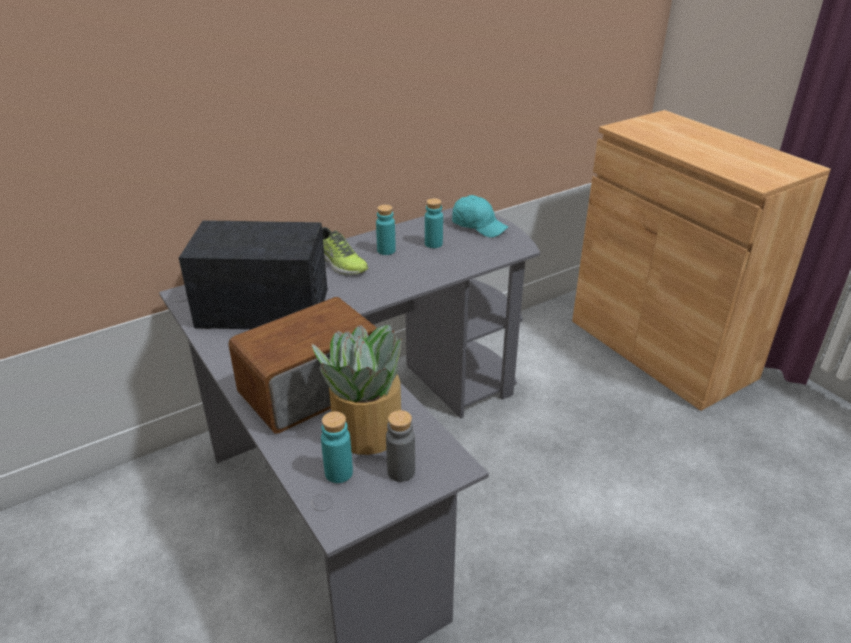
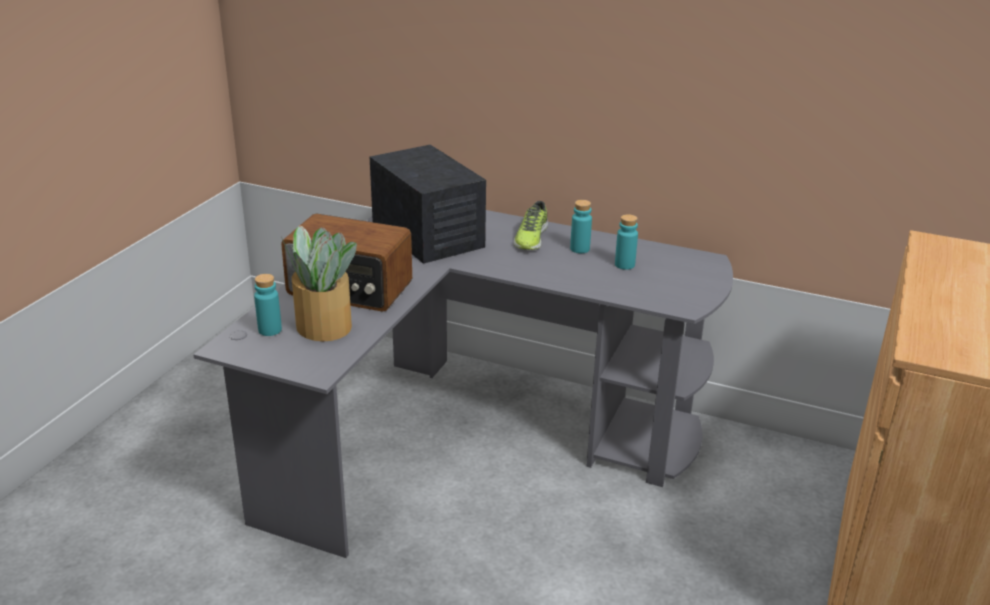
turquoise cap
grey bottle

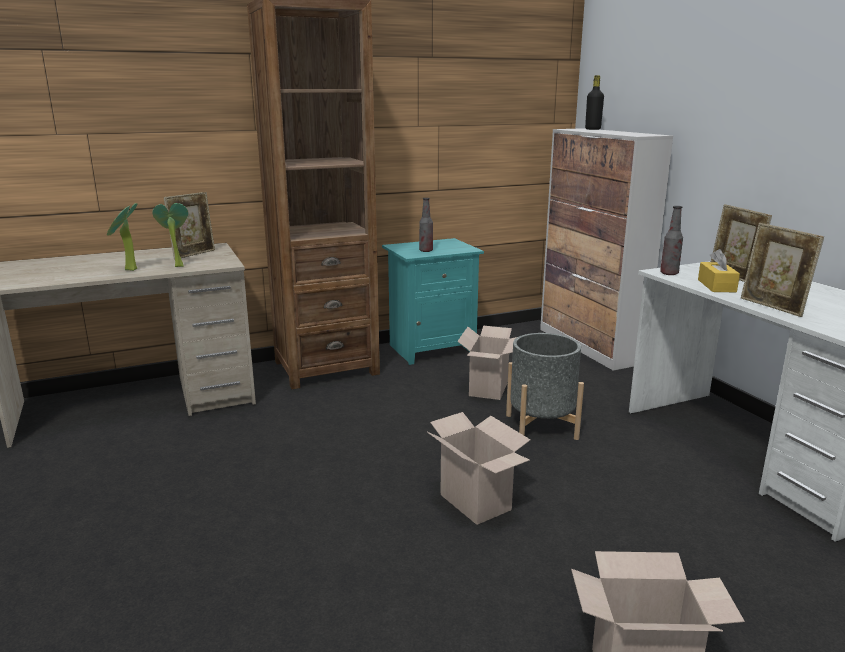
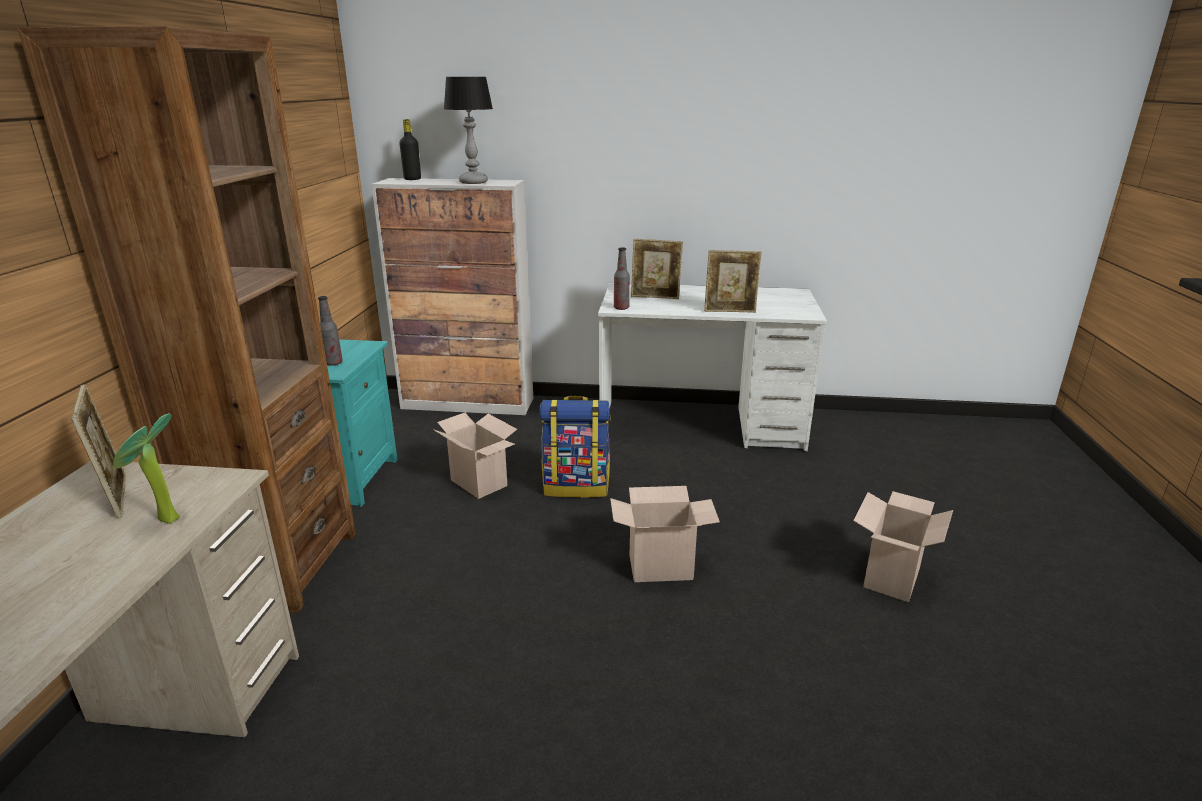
potted plant (1st from left in the first image)
yellow tissue box
backpack
table lamp

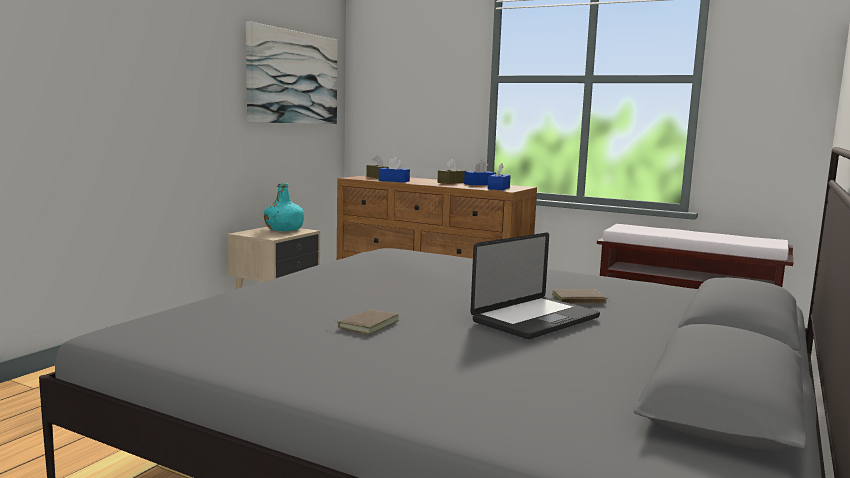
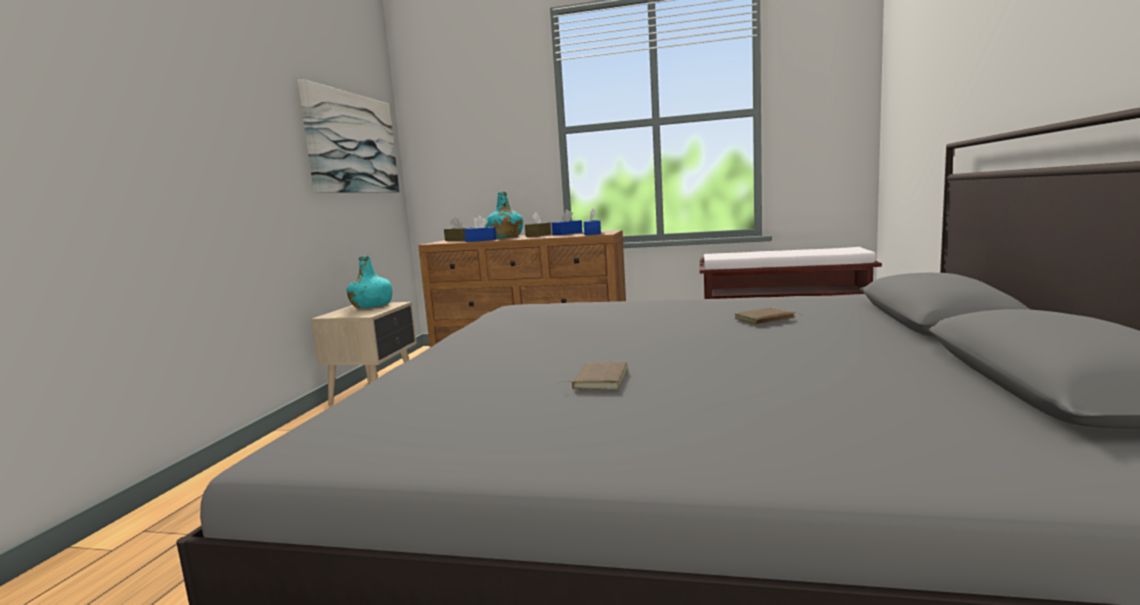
laptop
turquoise bottle (2nd from left)

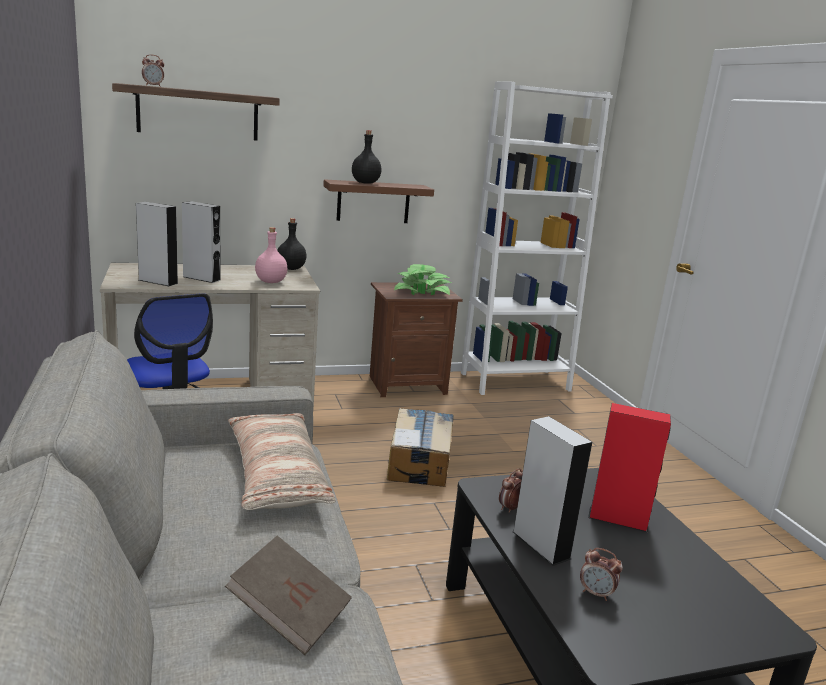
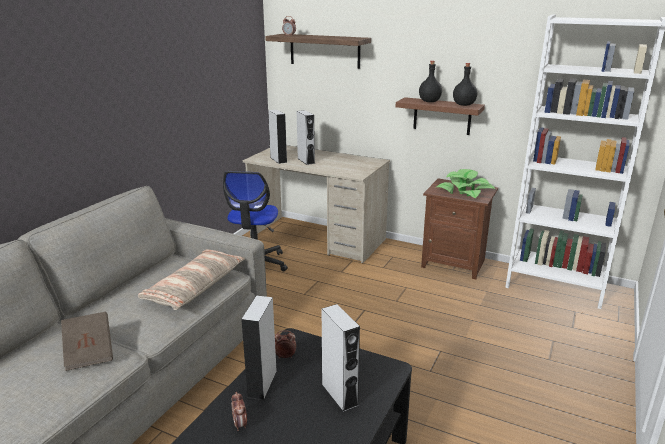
black bottle (2nd from left)
pink bottle
grey speaker (4th from left)
cardboard box

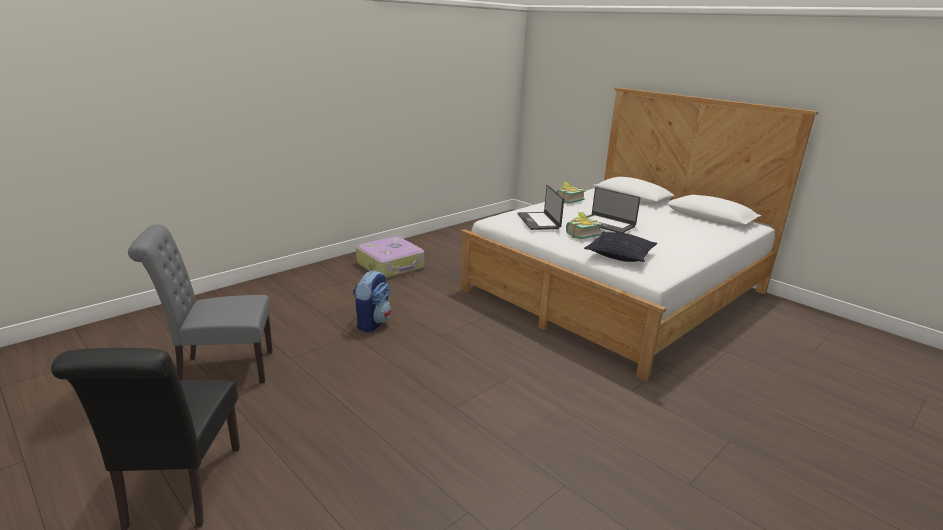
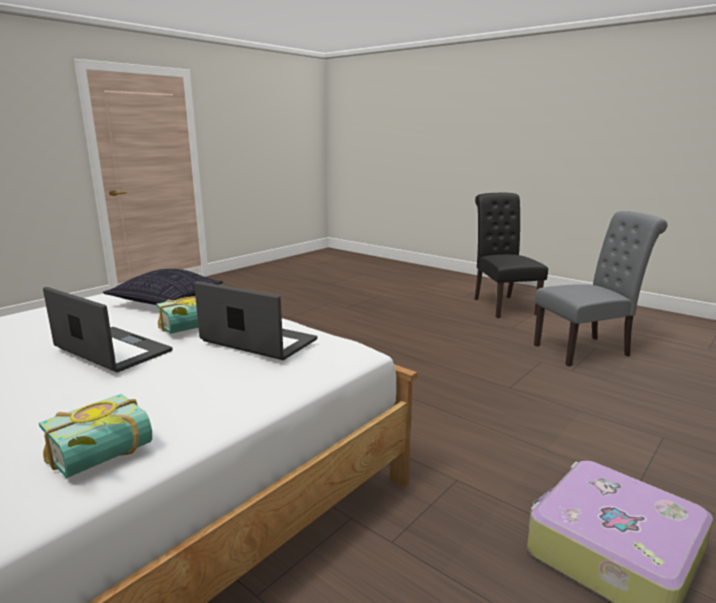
laptop (2nd from left)
backpack

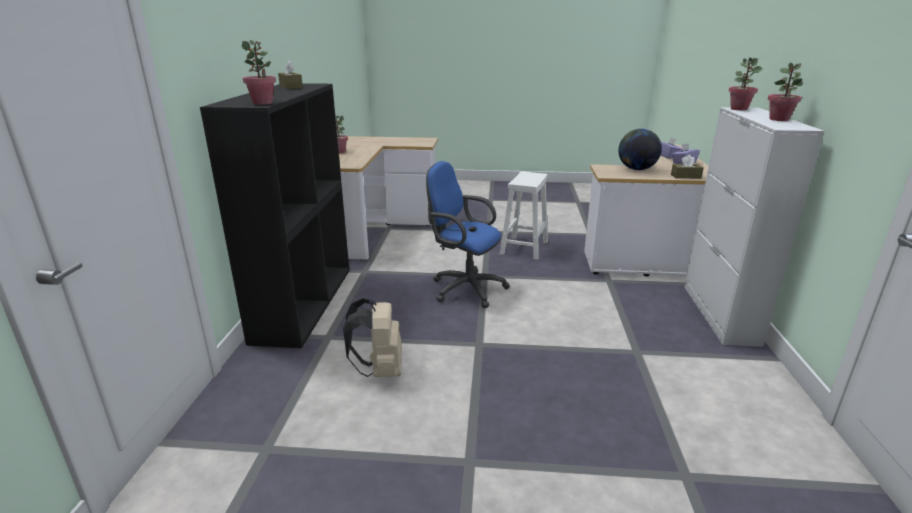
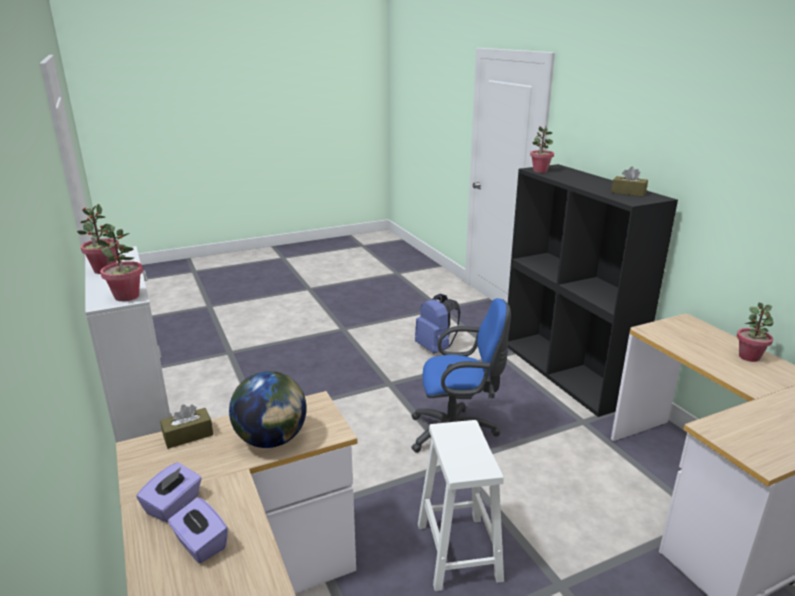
blue backpack

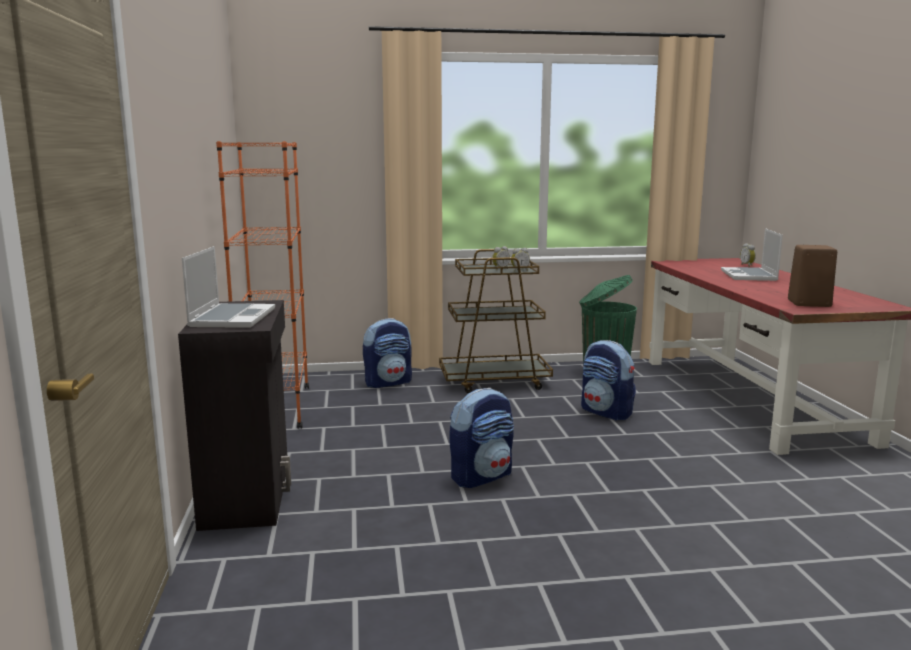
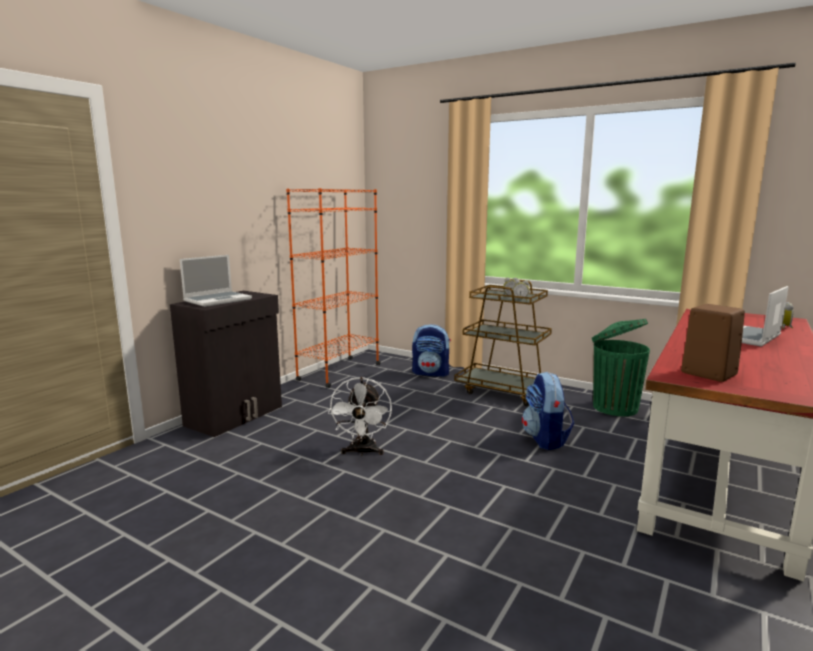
white fan

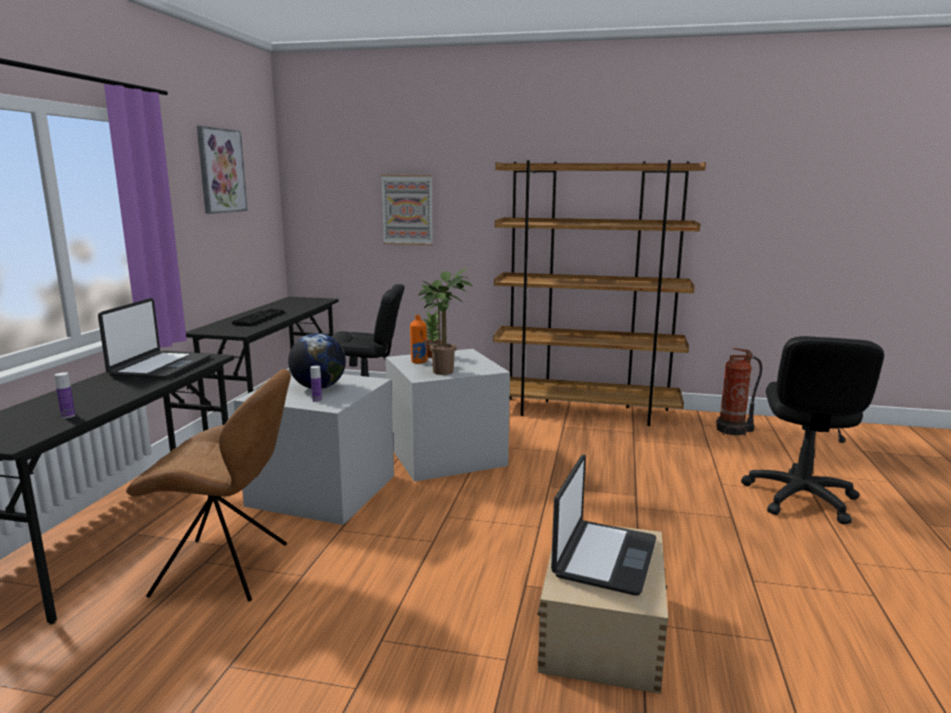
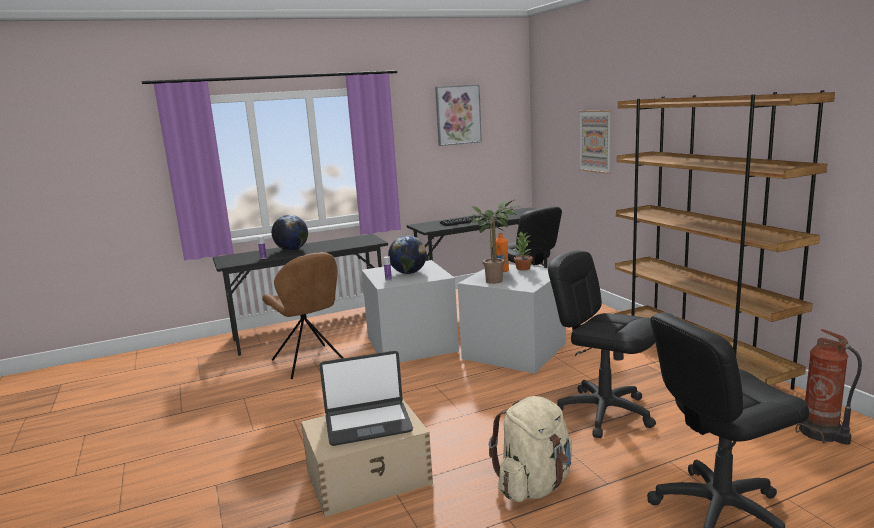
laptop (1st from left in the first image)
globe (1st from left)
black office chair (2nd from left)
beige backpack

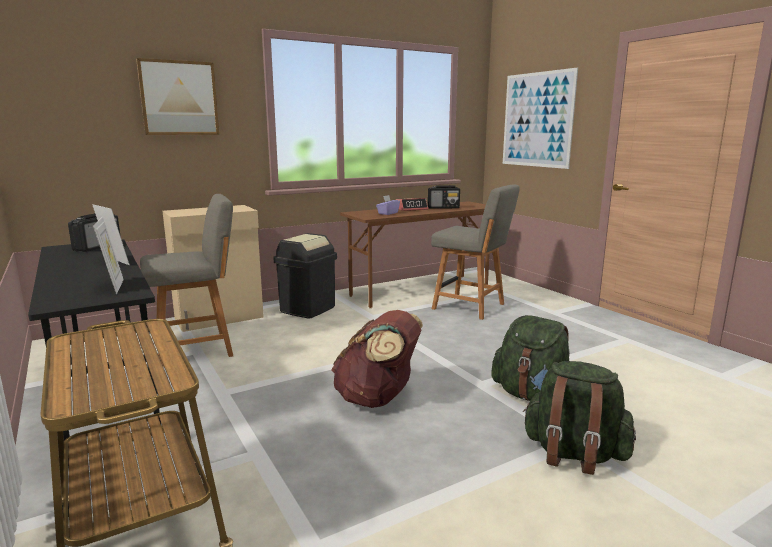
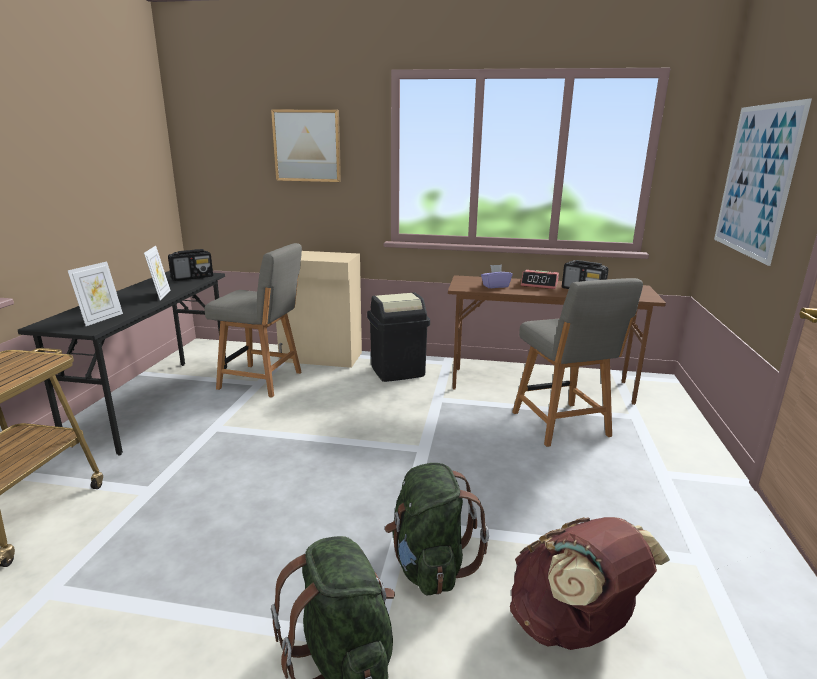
brown backpack

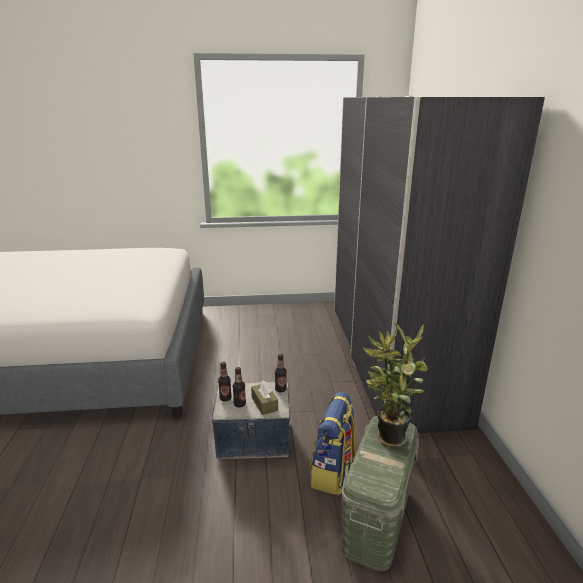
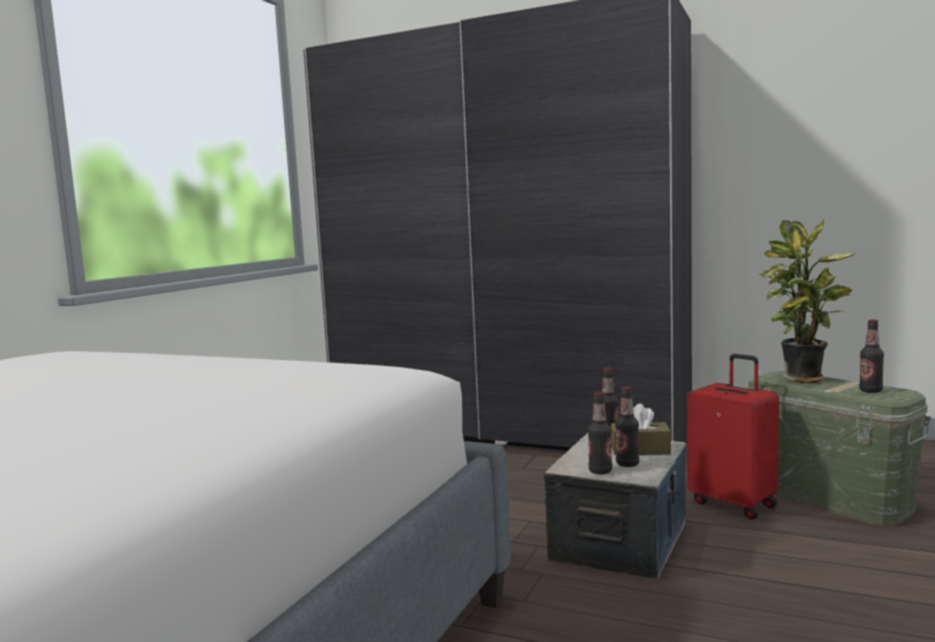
red suitcase
bottle (4th from left)

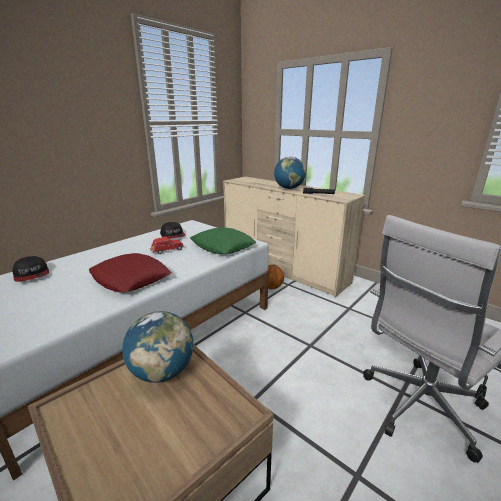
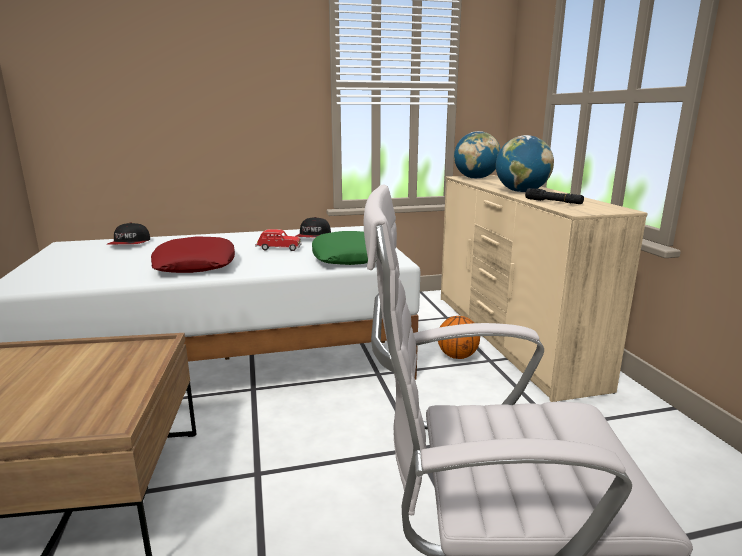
globe (1st from left)

